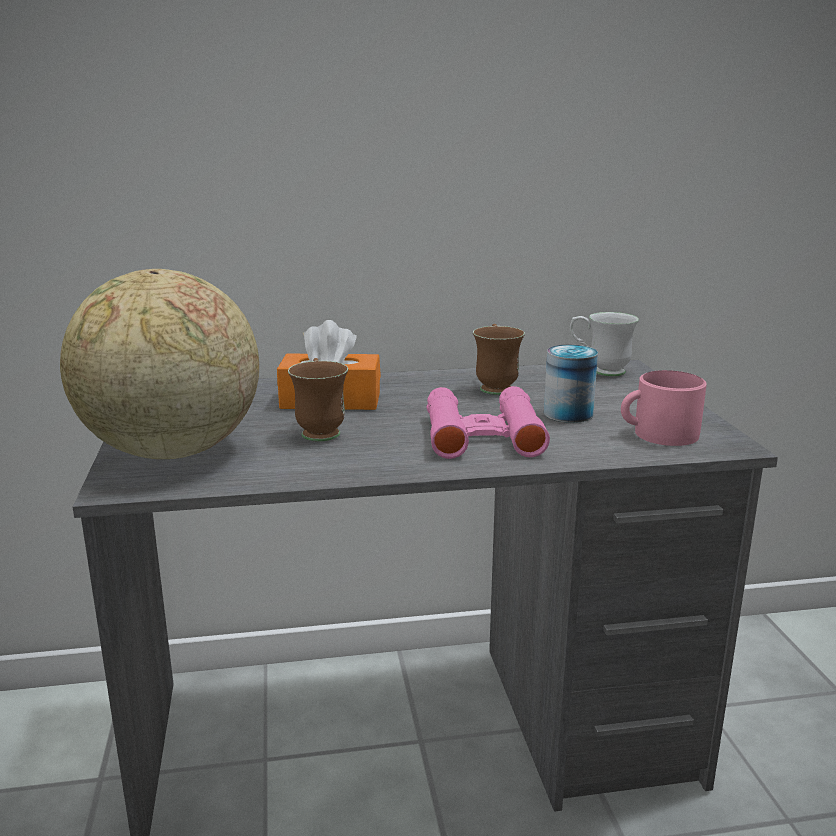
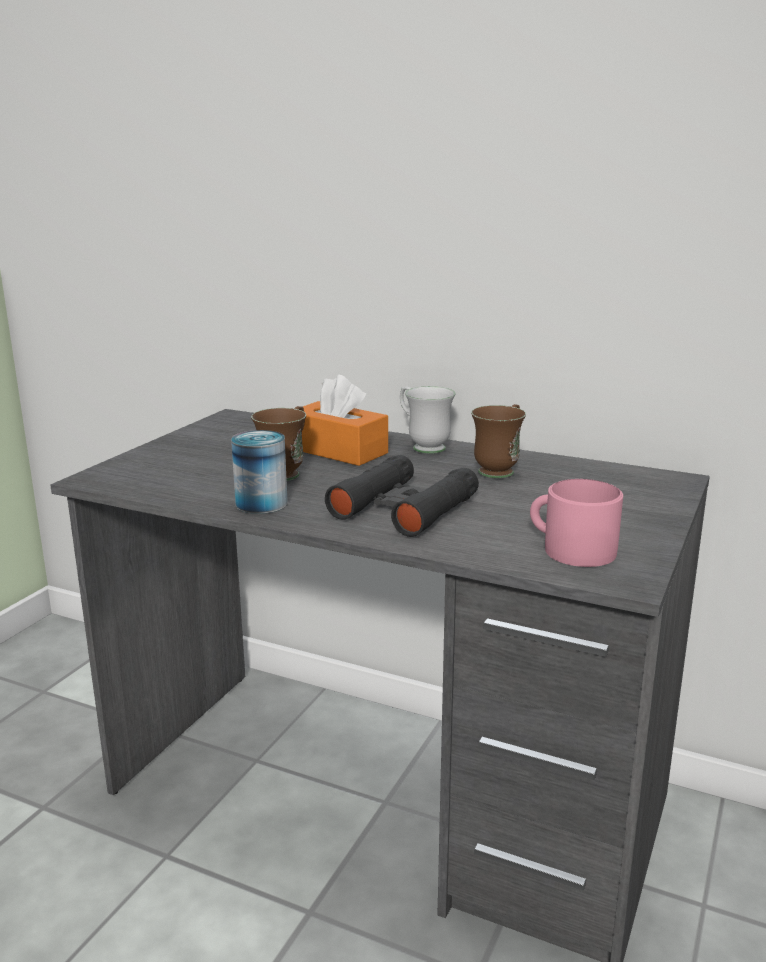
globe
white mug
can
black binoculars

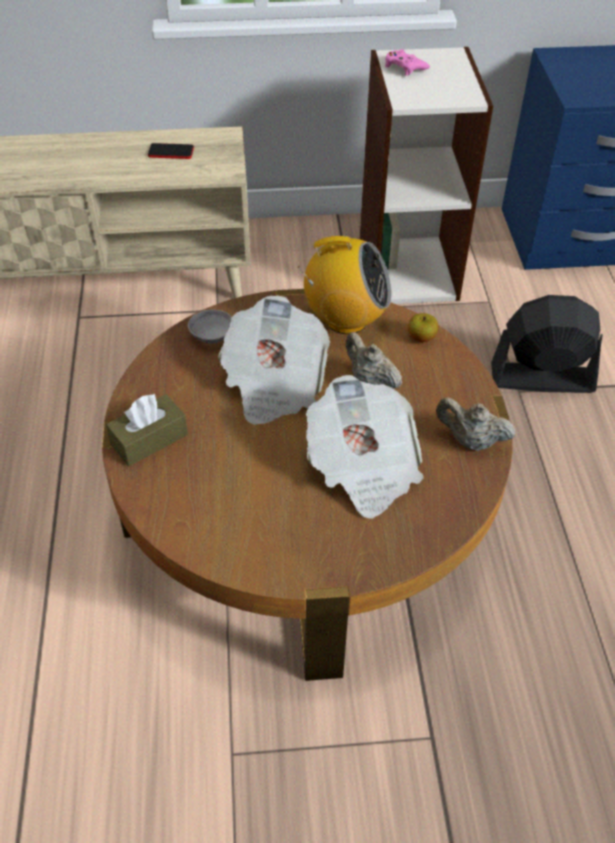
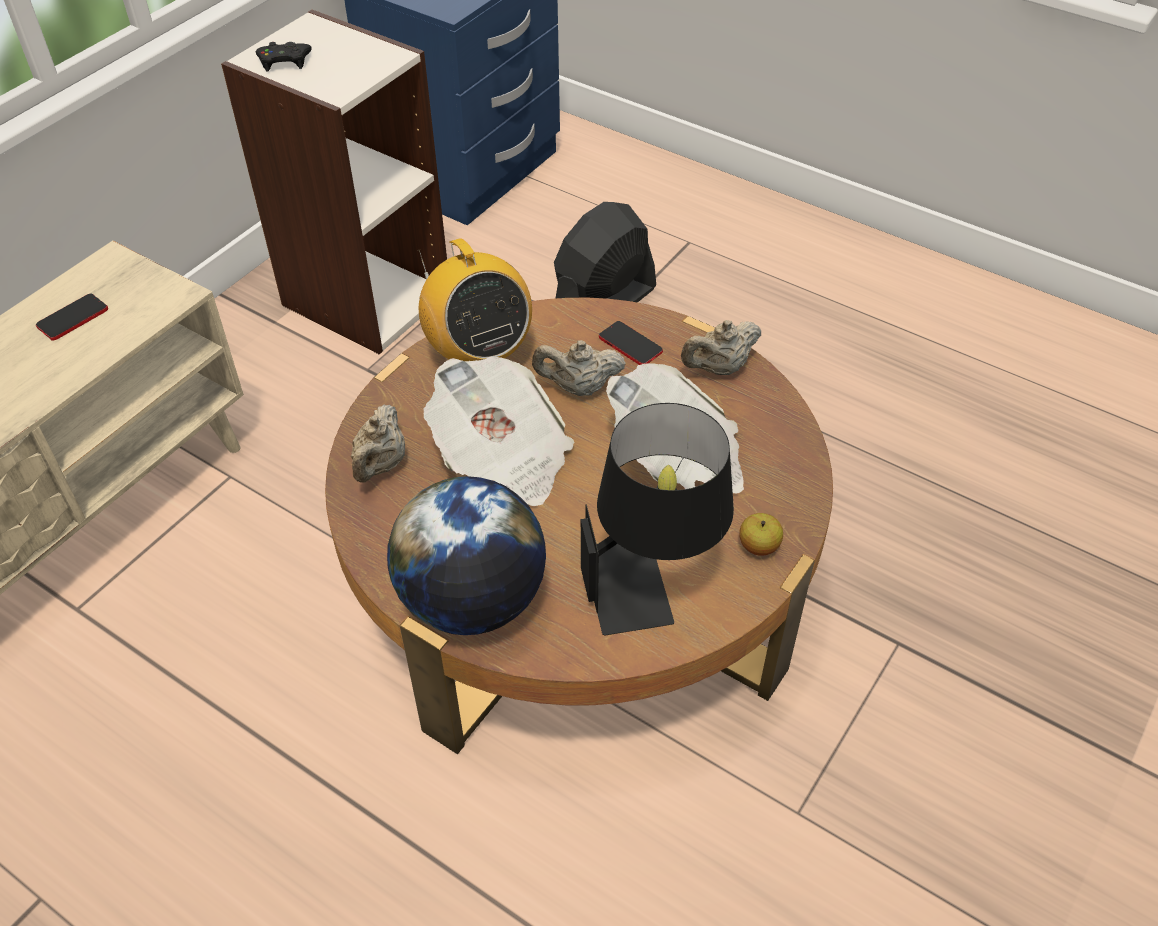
black game controller
radio
beige teapot (1st from left)
apple
globe
phone (2nd from left)
black table lamp

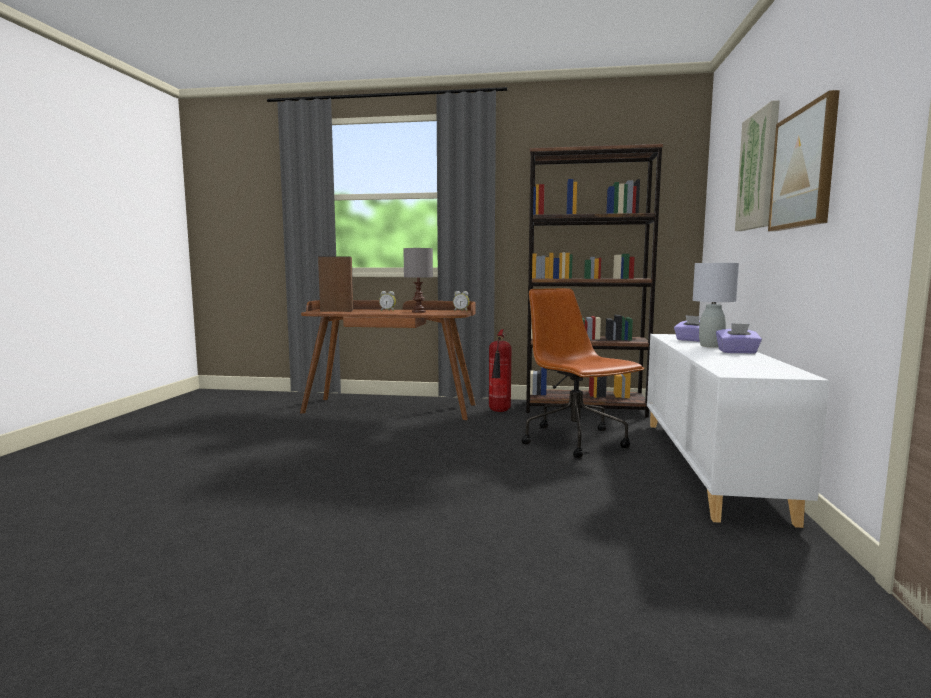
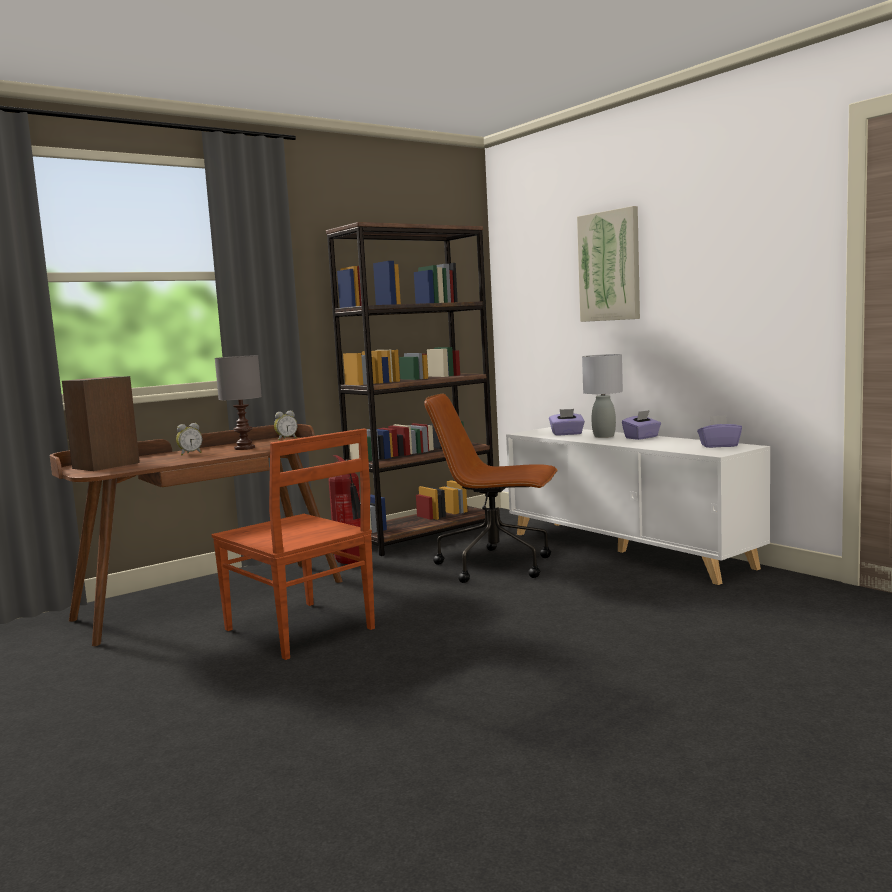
picture (2nd from left in the first image)
purple tissue box (3rd from left)
brown chair

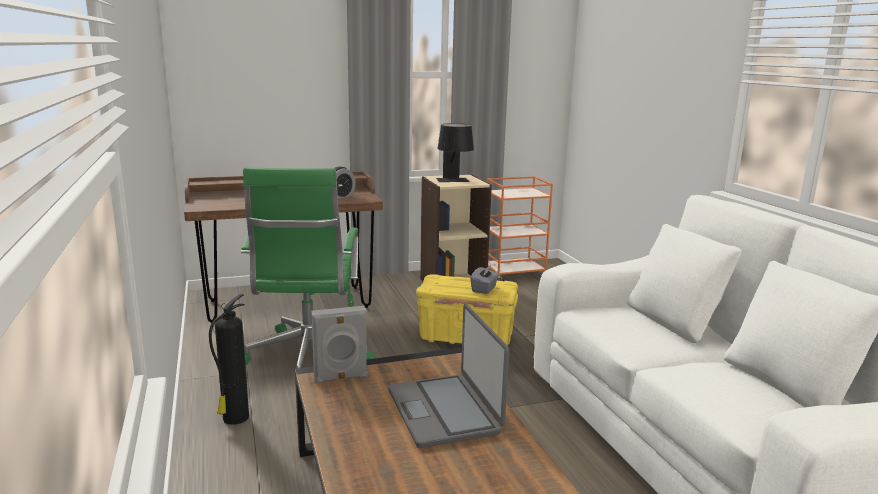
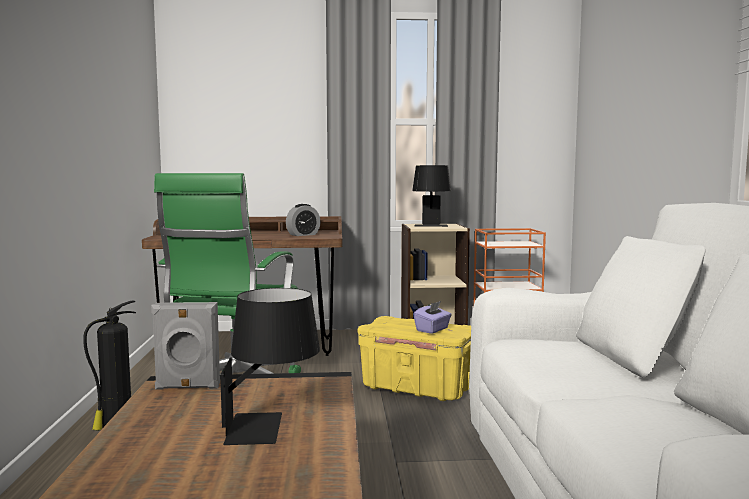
purple tissue box
black table lamp (1st from left)

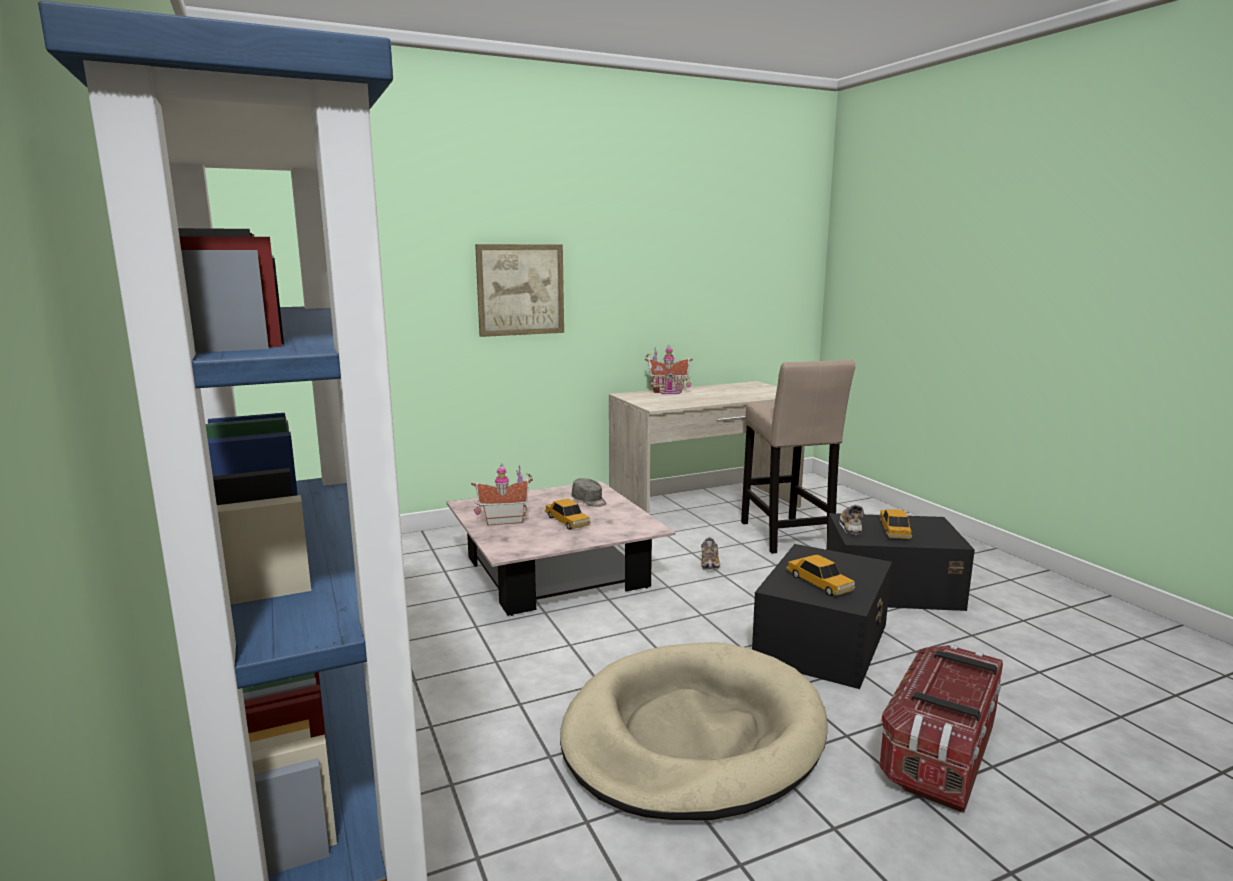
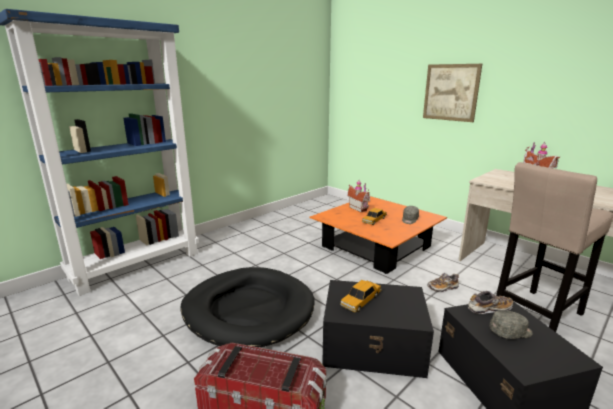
orange coffee table
grey cap (2nd from left)
black dog bed

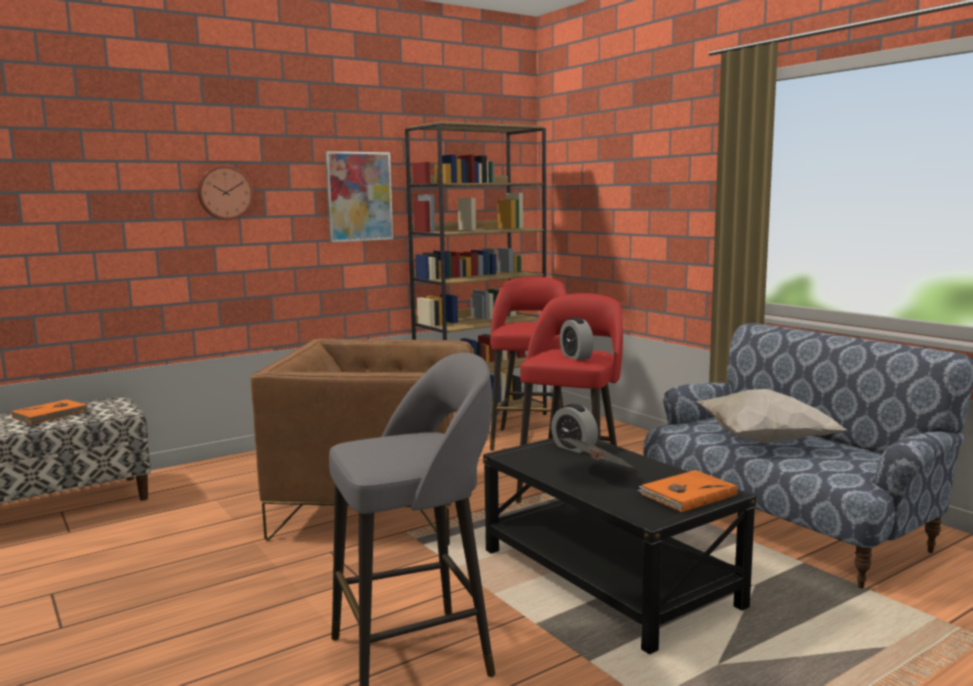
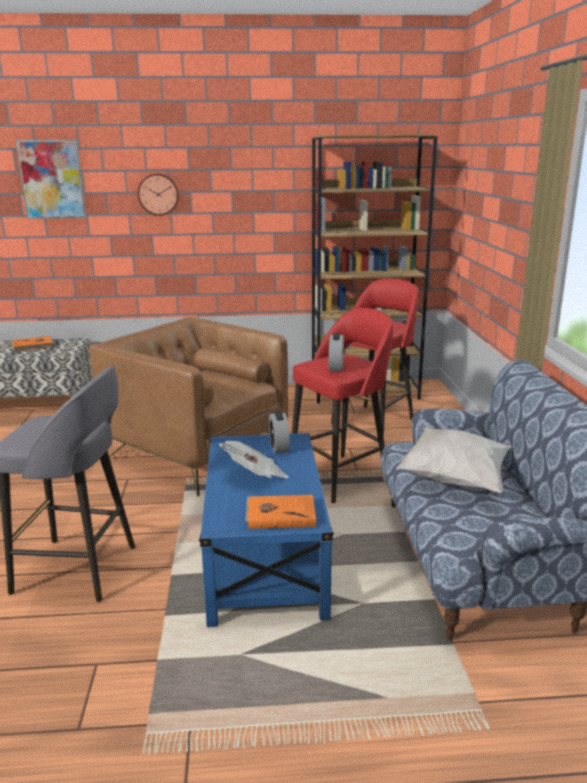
picture
blue coffee table

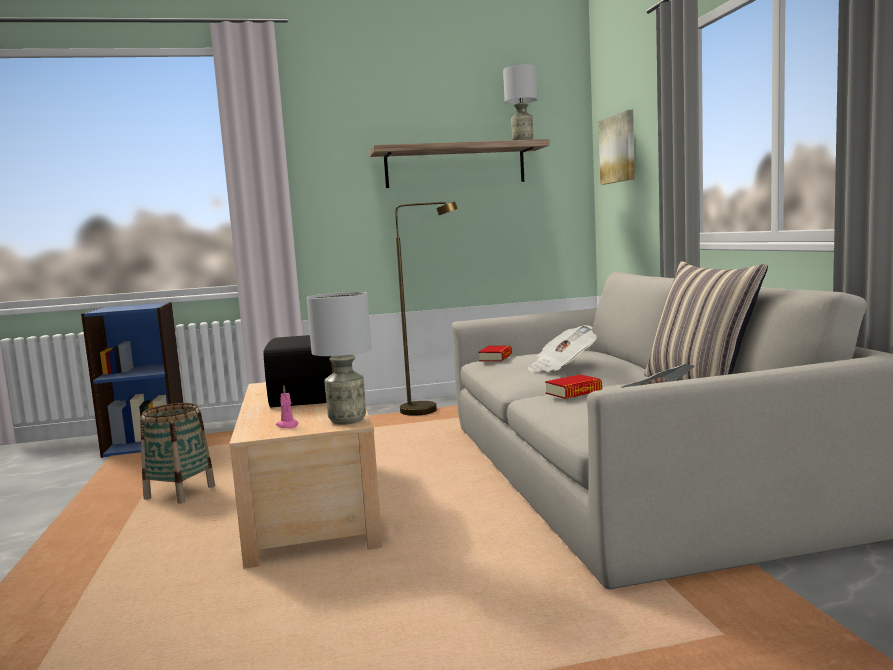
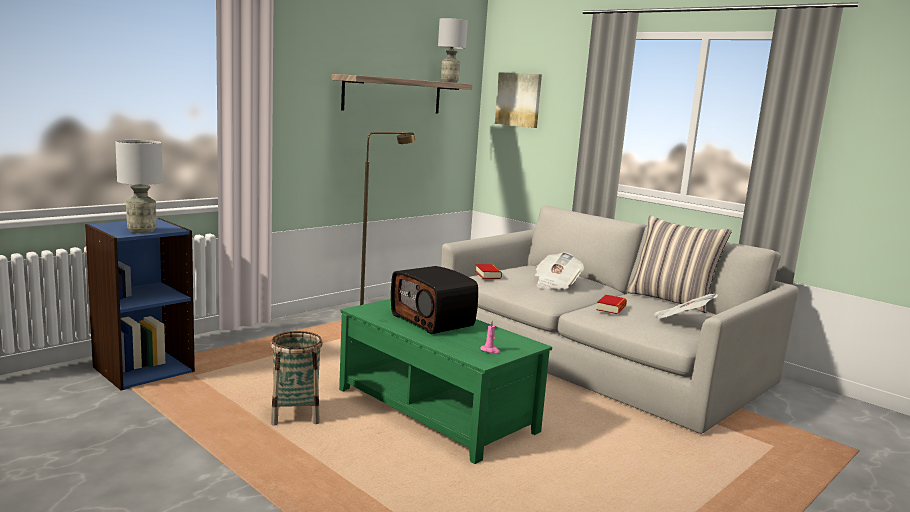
grey table lamp (1st from left)
green coffee table

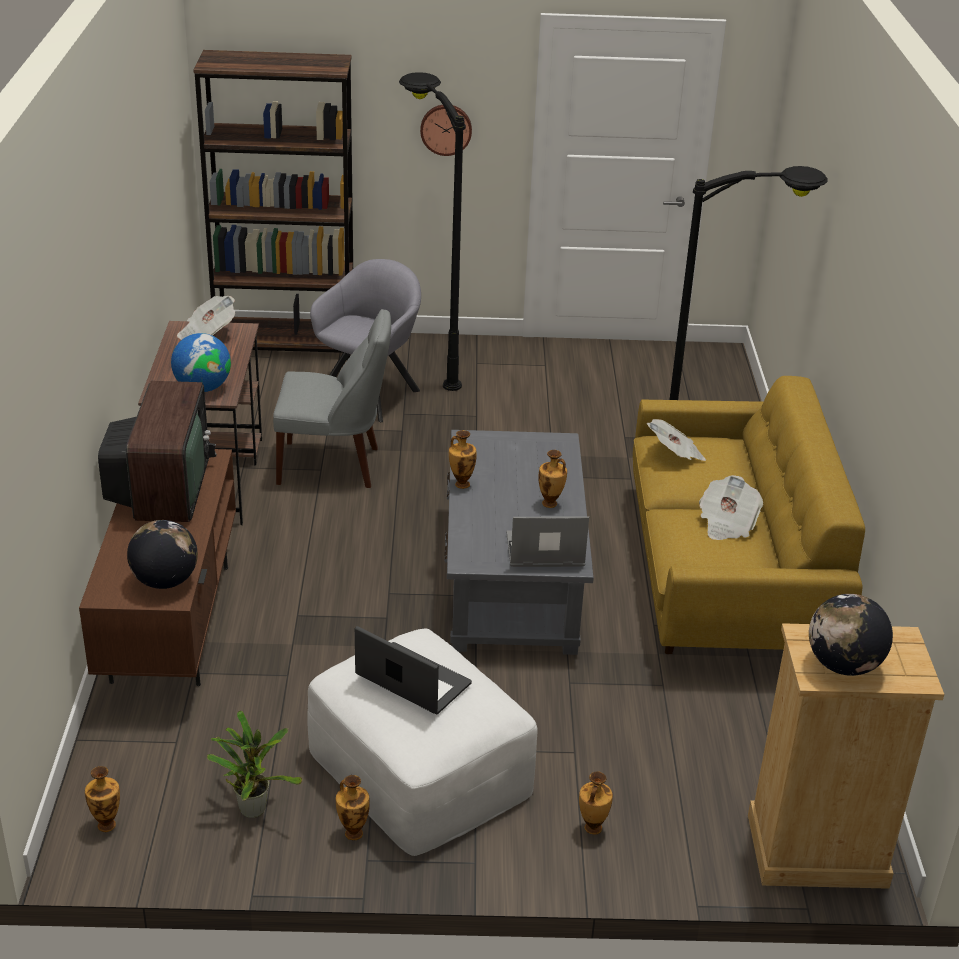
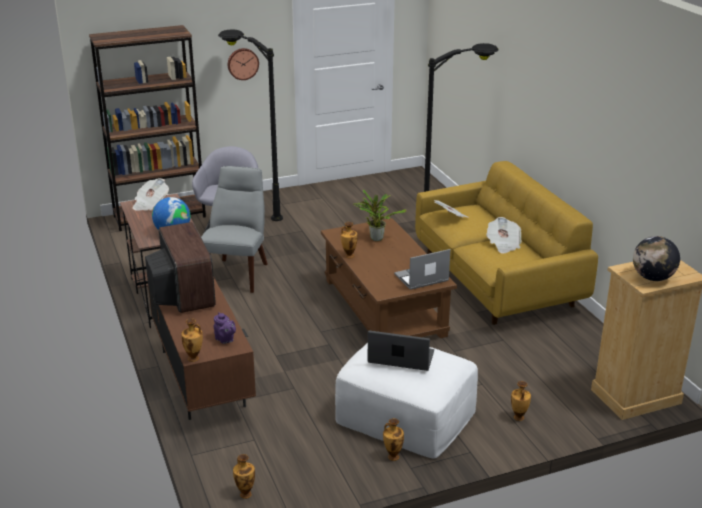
grey chair
brown coffee table
vase (1st from left)
purple teapot
potted plant

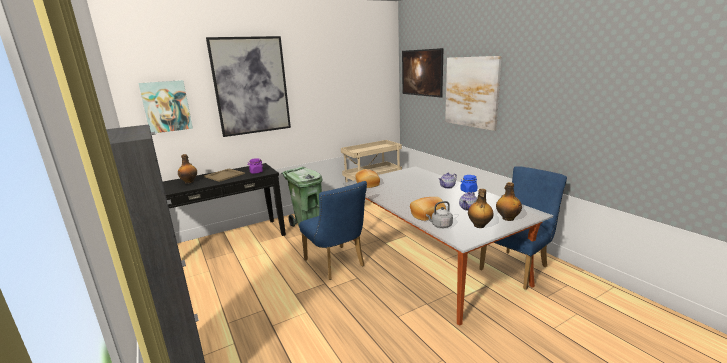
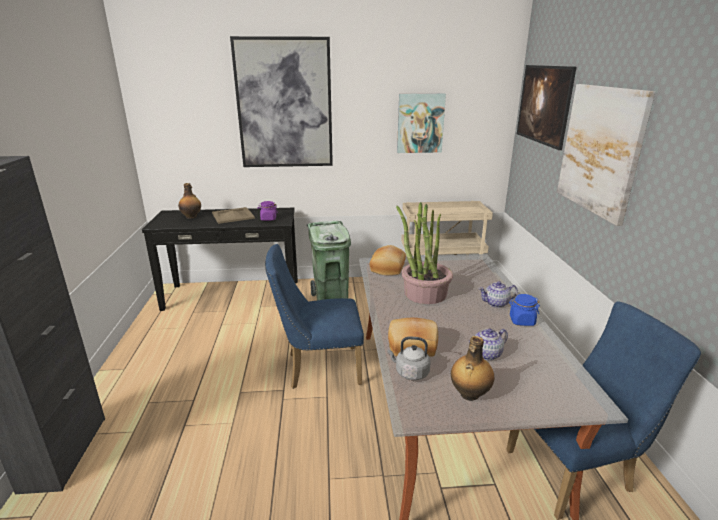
picture (2nd from left)
blue chair (1st from left)
bottle (3rd from left in the first image)
potted plant

